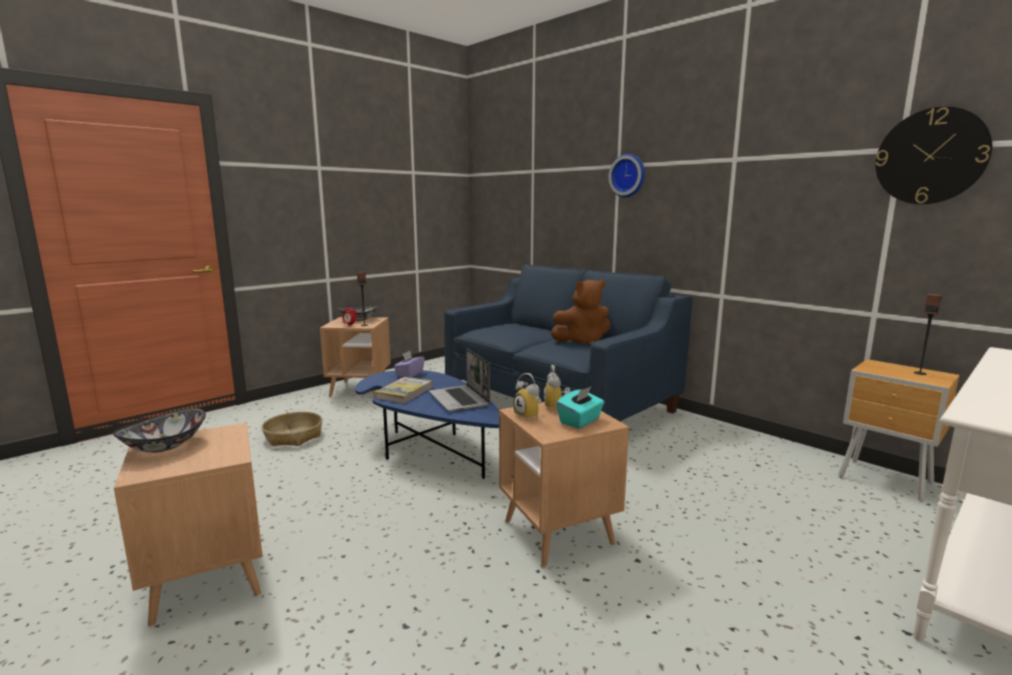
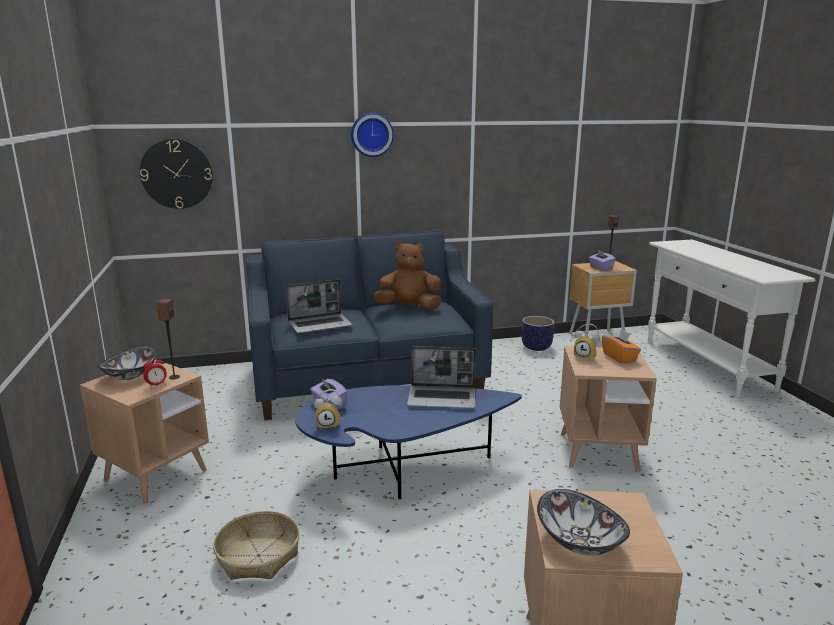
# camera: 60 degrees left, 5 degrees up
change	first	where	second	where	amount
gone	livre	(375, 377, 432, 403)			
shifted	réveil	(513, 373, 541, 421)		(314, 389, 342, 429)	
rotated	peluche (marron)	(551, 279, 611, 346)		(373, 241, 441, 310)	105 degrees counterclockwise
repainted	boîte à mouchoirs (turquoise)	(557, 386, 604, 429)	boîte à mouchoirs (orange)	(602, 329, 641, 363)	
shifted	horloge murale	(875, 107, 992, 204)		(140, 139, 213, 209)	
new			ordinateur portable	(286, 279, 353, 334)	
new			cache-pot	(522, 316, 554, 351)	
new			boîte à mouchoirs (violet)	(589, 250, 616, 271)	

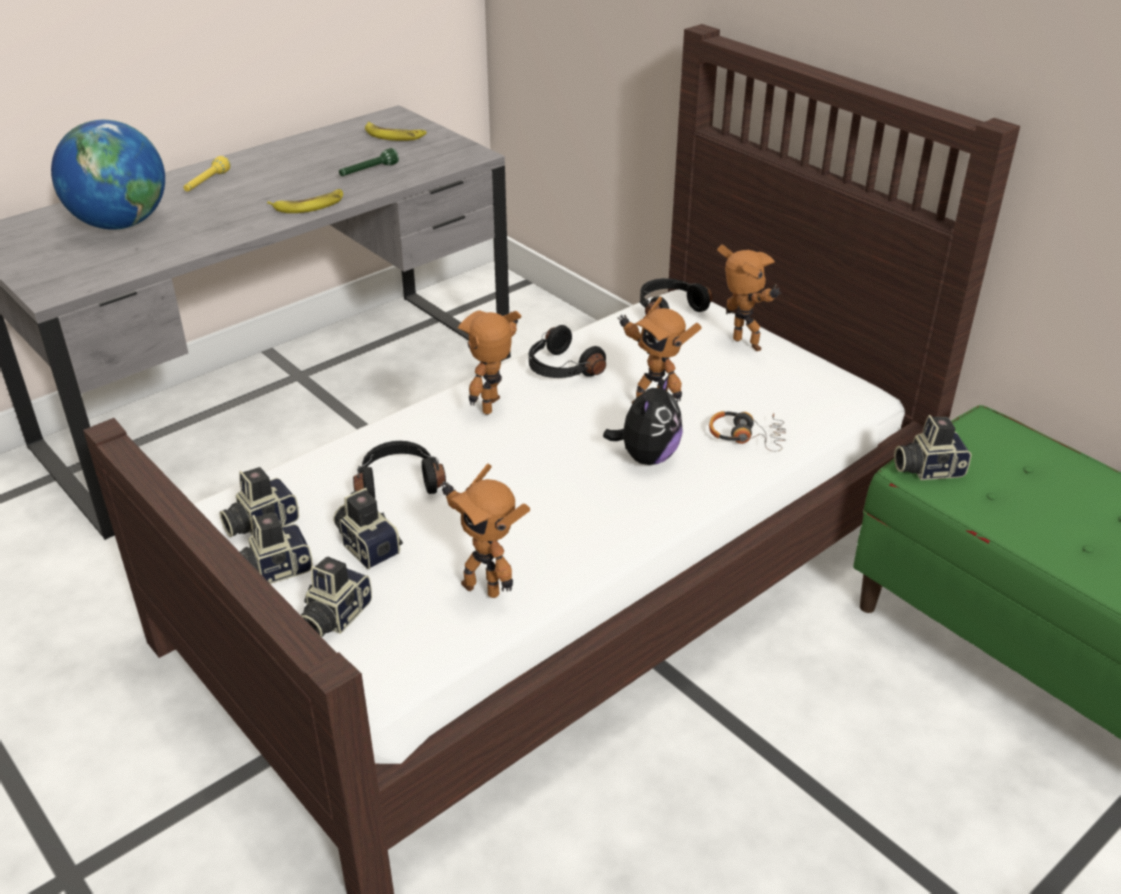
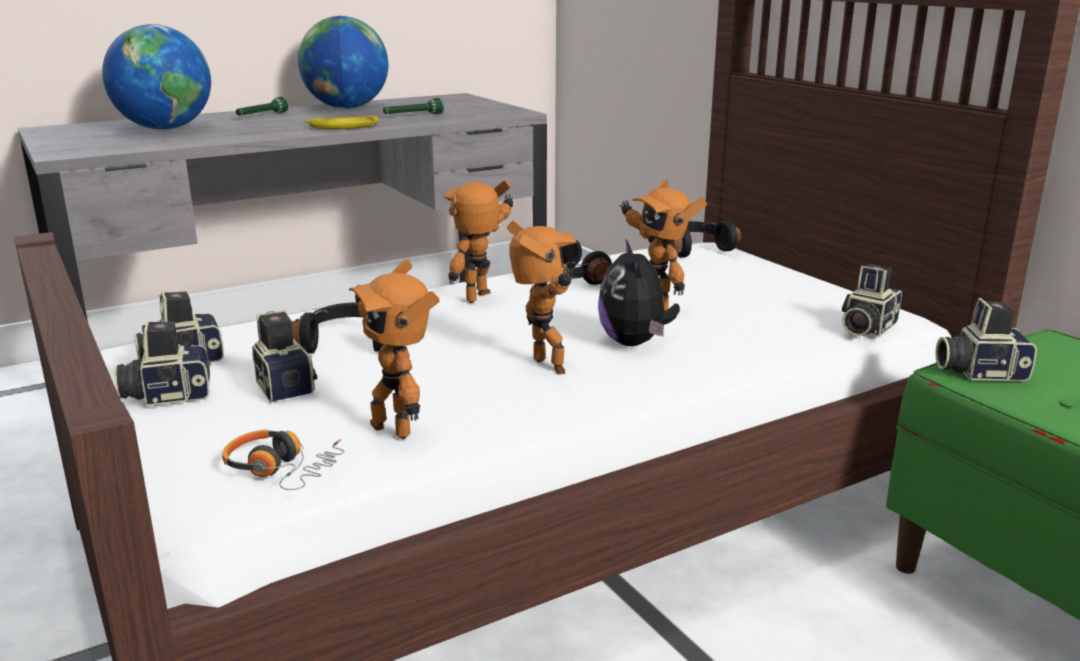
# camera: 10 degrees right, 15 degrees down
change	first	where	second	where	amount
repainted	lampe de poche (jaune)	(183, 156, 231, 192)	lampe de poche (vert)	(236, 97, 289, 116)	
shifted	appareil photo	(301, 556, 372, 637)		(842, 264, 902, 337)	
gone	banane	(365, 122, 427, 141)			
rotated	peluche	(603, 375, 683, 465)		(598, 238, 680, 346)	135 degrees clockwise
shifted	casque audio	(709, 411, 786, 452)		(222, 430, 344, 490)	
shifted	robot jouet	(717, 245, 782, 351)		(507, 221, 577, 375)	
new			globe	(298, 16, 388, 109)	

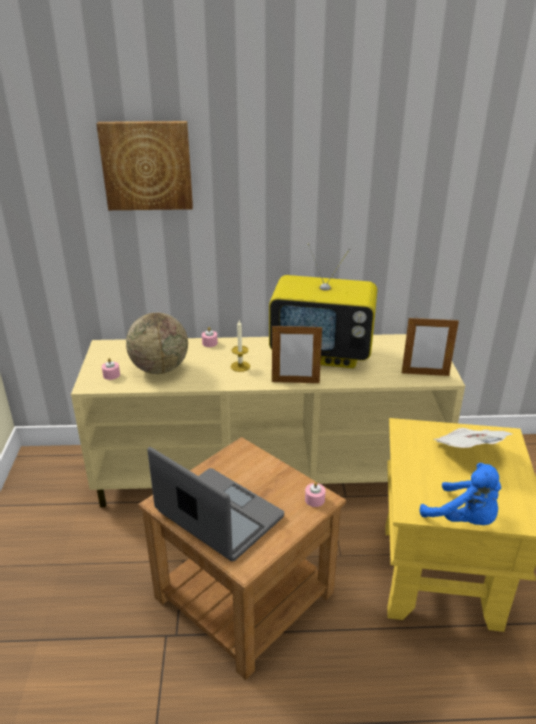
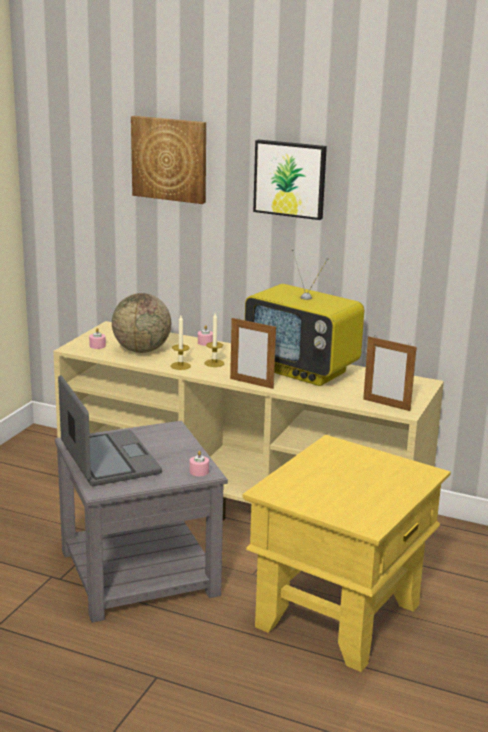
# camera: 25 degrees right, 10 degrees down
change	first	where	second	where	amount
repainted	table d'appoint (marron)	(138, 437, 346, 680)	table d'appoint (gris)	(55, 421, 228, 623)	
gone	peluche (bleu)	(420, 463, 501, 525)			
gone	journal	(433, 428, 512, 448)			
new			bougie	(171, 316, 191, 370)	
new			tableau	(253, 139, 327, 220)	

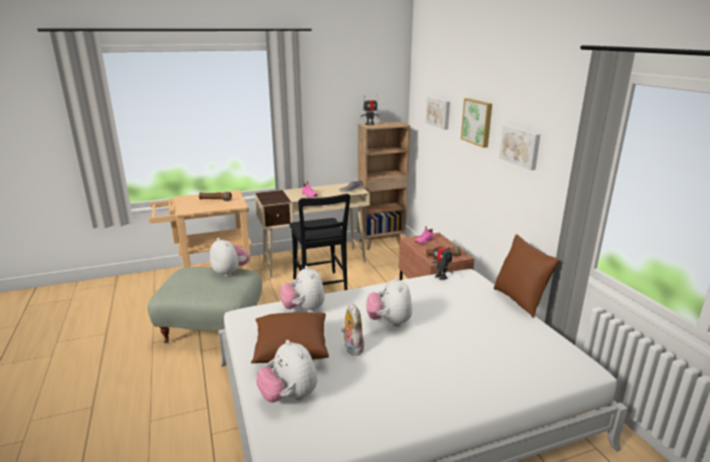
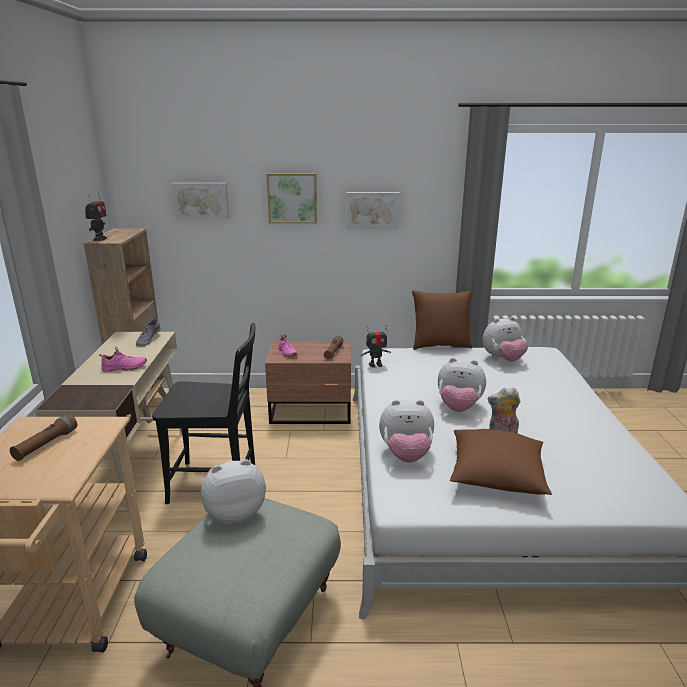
# camera: 70 degrees left, 0 degrees up
change	first	where	second	where	amount
shifted	peluche	(256, 340, 318, 403)		(482, 317, 528, 362)	

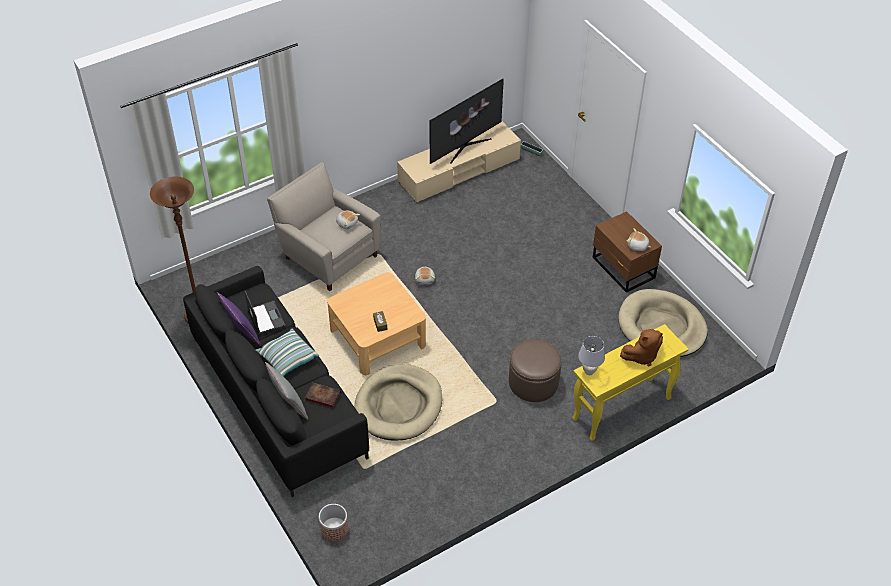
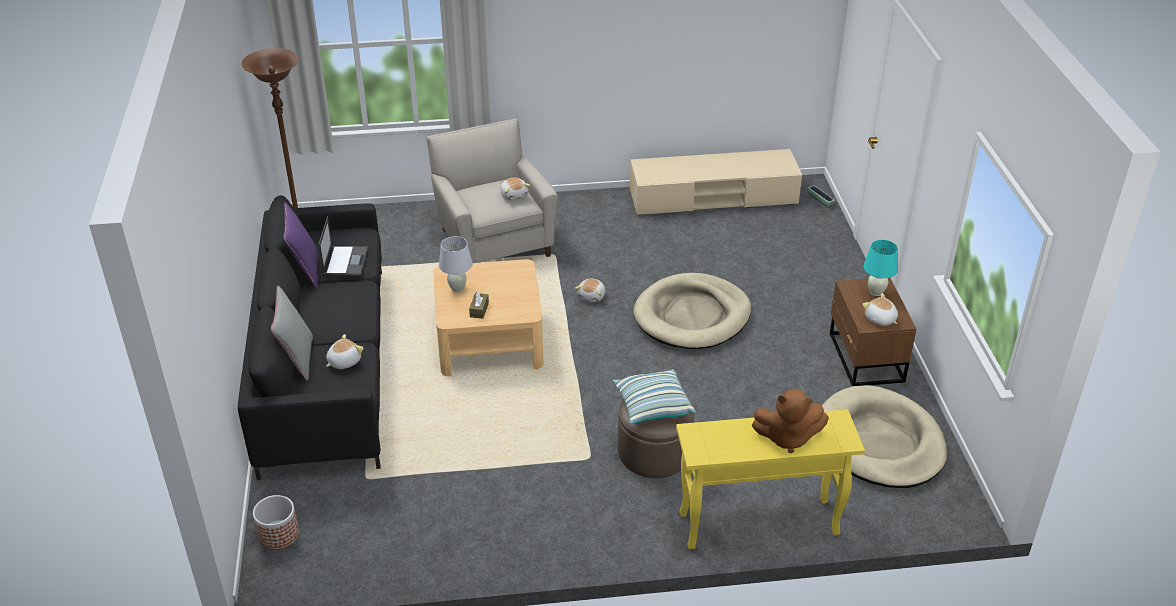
# camera: 25 degrees right, 10 degrees down
change	first	where	second	where	amount
shifted	coussin	(256, 329, 319, 376)		(613, 369, 696, 424)	
swapped	livre	(305, 382, 341, 408)	peluche	(326, 334, 364, 369)	
shifted	panier pour chien (beige)	(354, 364, 442, 441)		(633, 273, 751, 349)	
gone	téléviseur	(429, 79, 504, 164)			
shifted	lampe de table (blanc)	(578, 336, 605, 375)		(439, 236, 472, 292)	
new			lampe de table (turquoise)	(864, 240, 898, 296)	

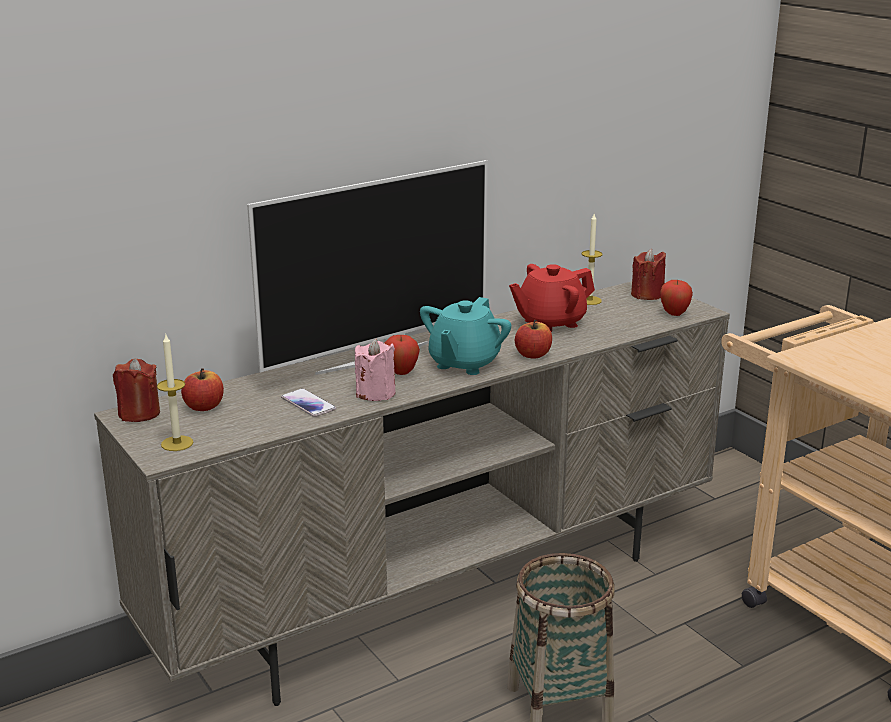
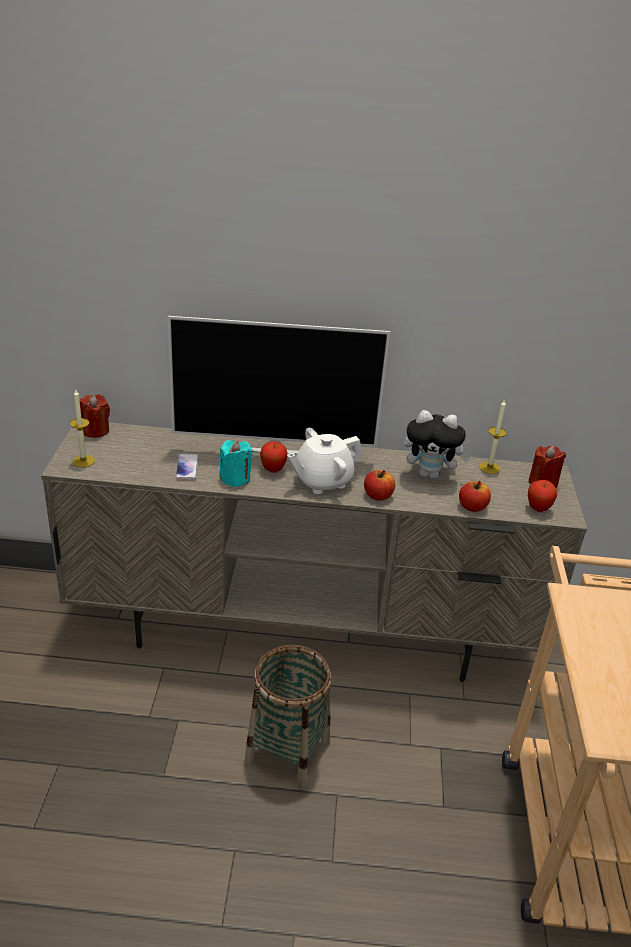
# camera: 35 degrees right, 10 degrees up
change	first	where	second	where	amount
shifted	pomme	(181, 368, 224, 411)		(459, 481, 491, 512)	
repainted	bougie (rose)	(355, 339, 395, 401)	bougie (turquoise)	(219, 440, 253, 487)	
repainted	théière (turquoise)	(420, 297, 511, 375)	théière (blanc)	(287, 428, 362, 494)	
swapped	théière (rouge)	(509, 264, 595, 332)	peluche	(404, 410, 470, 479)	

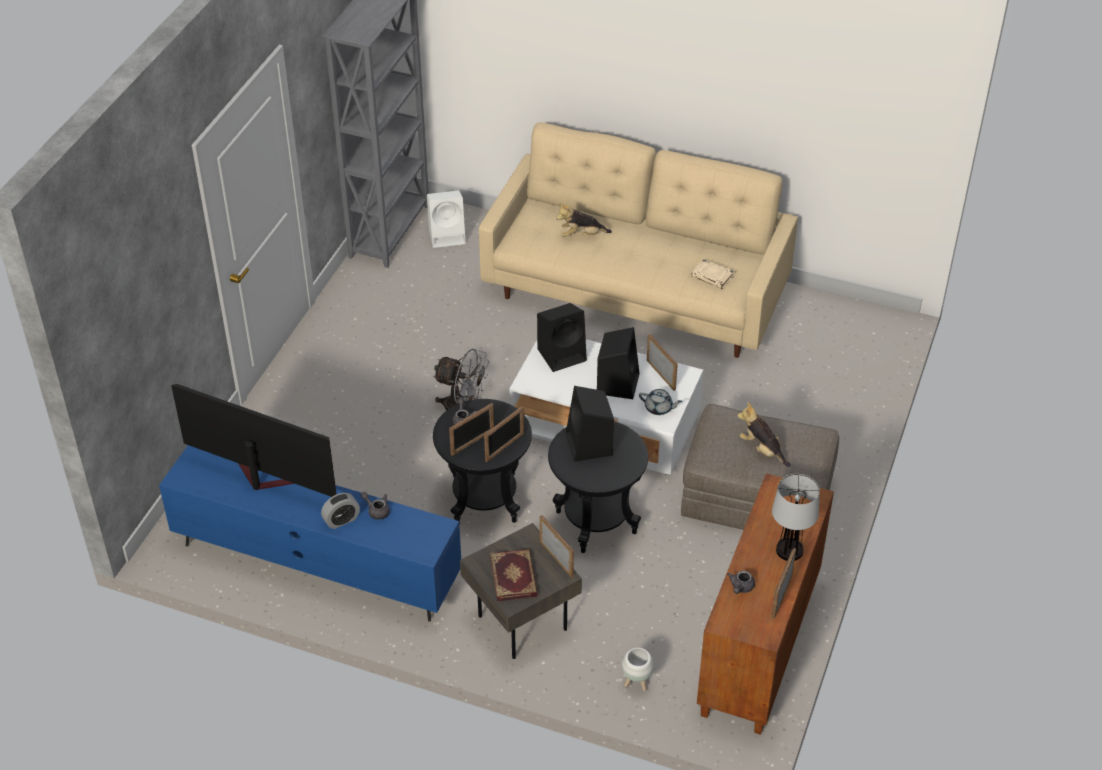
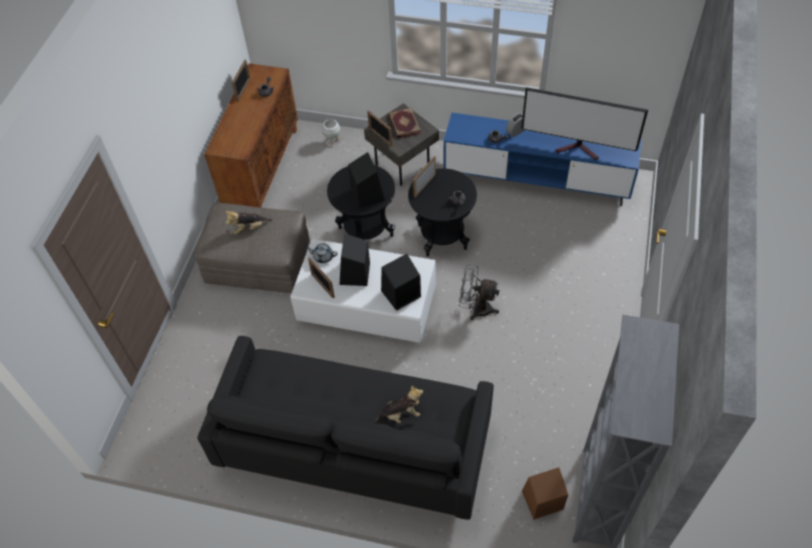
# camera: 175 degrees right, 10 degrees up
change	first	where	second	where	amount
repainted	enceinte (blanc)	(427, 191, 466, 248)	enceinte (marron)	(522, 467, 568, 520)	
gone	cadre photo	(449, 403, 494, 456)			
repainted	canapé (beige)	(479, 122, 798, 358)	canapé (noir)	(197, 336, 494, 520)	
gone	livre (beige)	(691, 259, 734, 289)			
rotated	peluche	(737, 402, 791, 467)		(225, 211, 272, 234)	120 degrees clockwise
gone	lampe de table	(772, 474, 820, 561)			

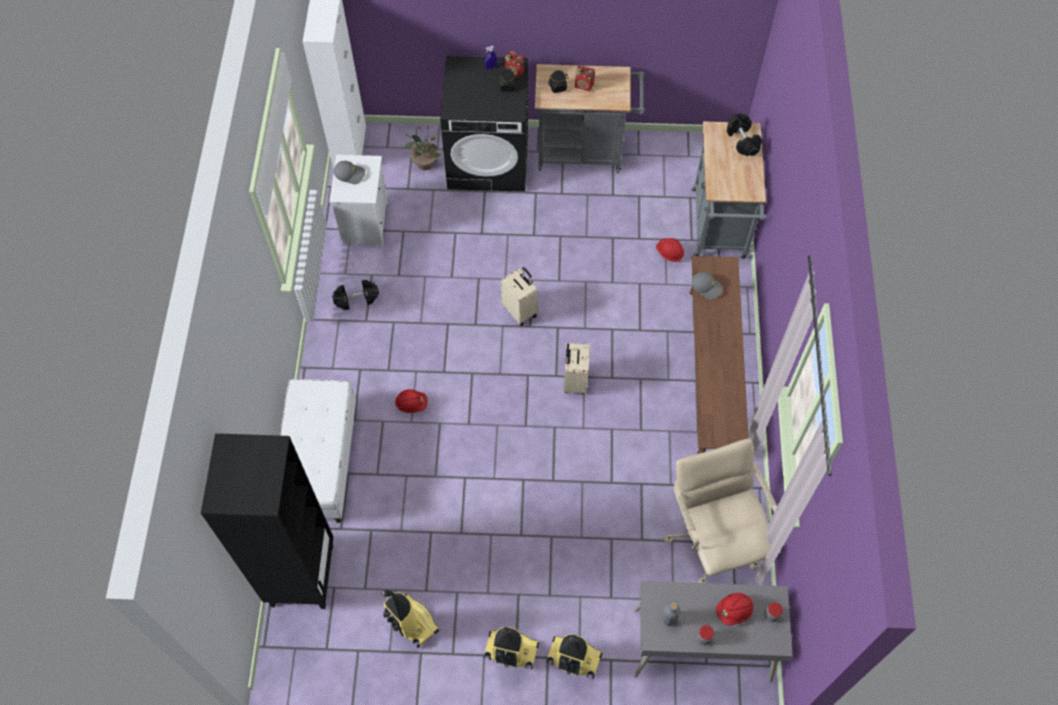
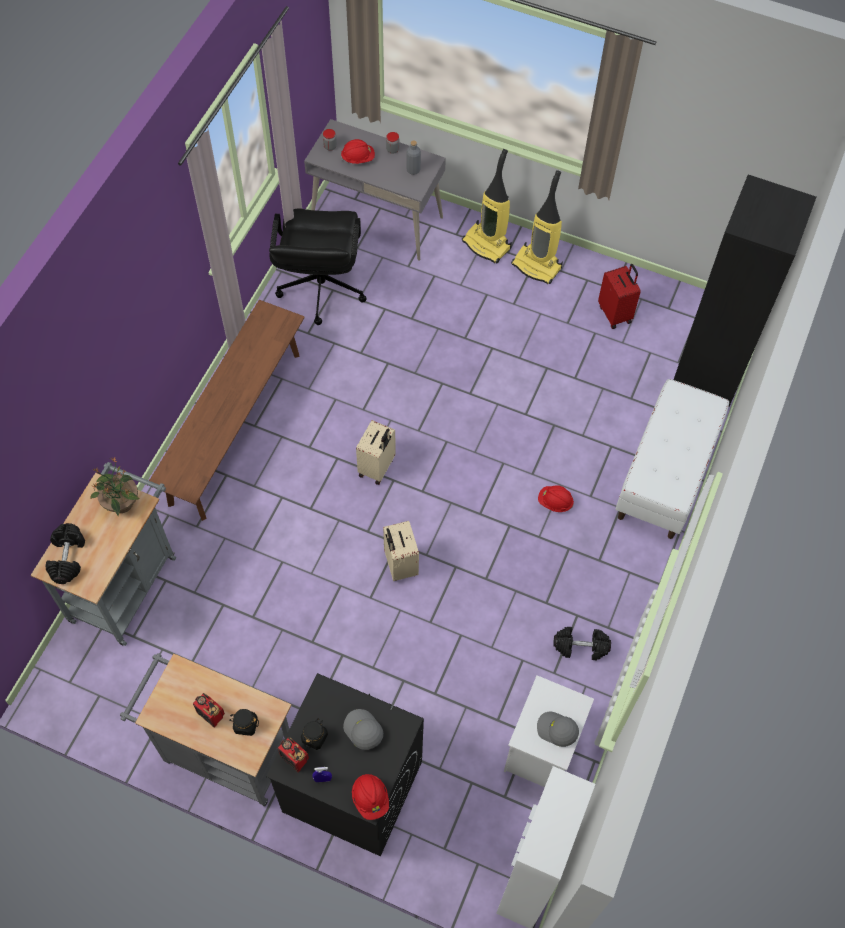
# camera: 160 degrees left, 0 degrees up
change	first	where	second	where	amount
swapped	aspirateur	(381, 590, 439, 648)	valise (rouge)	(598, 264, 641, 329)	
shifted	plante en pot	(404, 125, 441, 170)		(90, 456, 139, 516)	
shifted	casque de chantier (rouge)	(656, 238, 684, 262)		(352, 774, 389, 820)	
repainted	chaise de bureau (beige)	(664, 439, 781, 583)	chaise de bureau (noir)	(269, 209, 367, 325)	
shifted	casquette (gris)	(692, 272, 723, 300)		(343, 709, 383, 750)	

